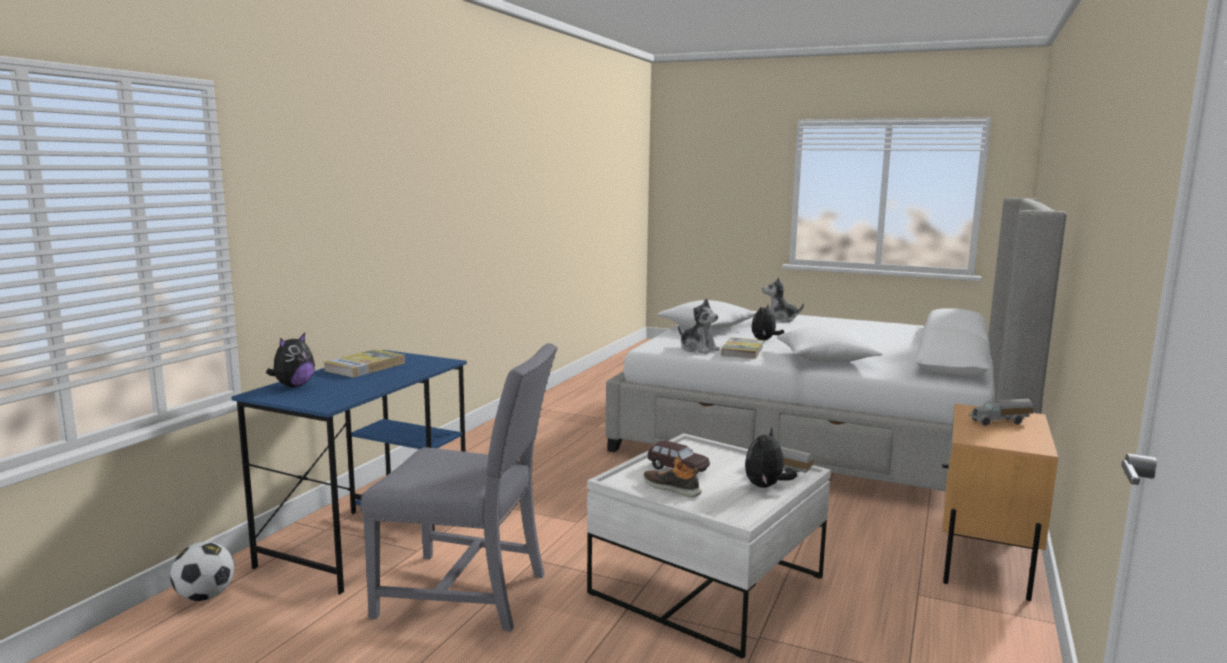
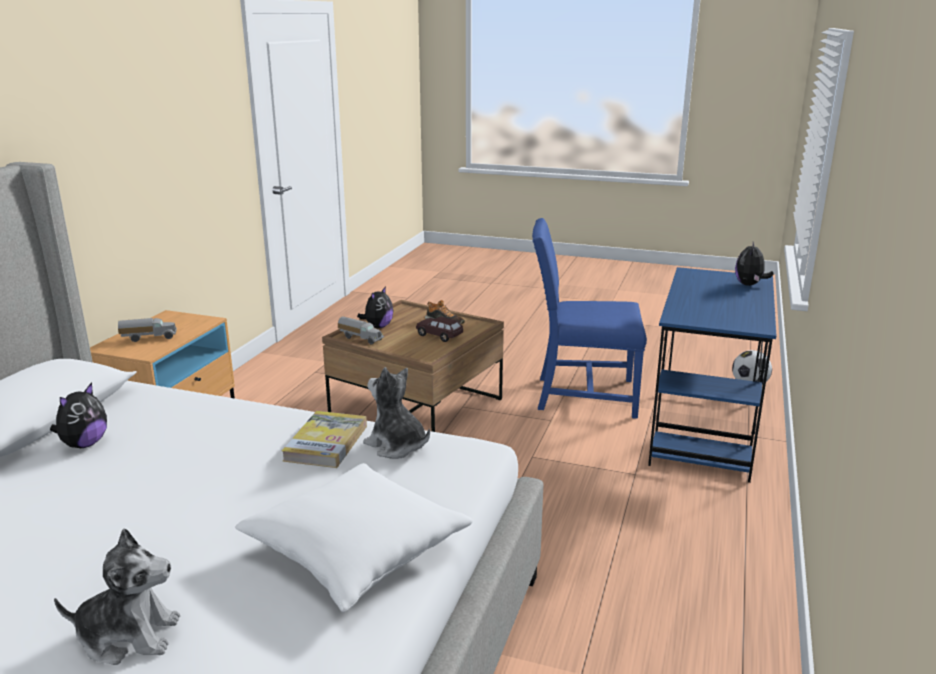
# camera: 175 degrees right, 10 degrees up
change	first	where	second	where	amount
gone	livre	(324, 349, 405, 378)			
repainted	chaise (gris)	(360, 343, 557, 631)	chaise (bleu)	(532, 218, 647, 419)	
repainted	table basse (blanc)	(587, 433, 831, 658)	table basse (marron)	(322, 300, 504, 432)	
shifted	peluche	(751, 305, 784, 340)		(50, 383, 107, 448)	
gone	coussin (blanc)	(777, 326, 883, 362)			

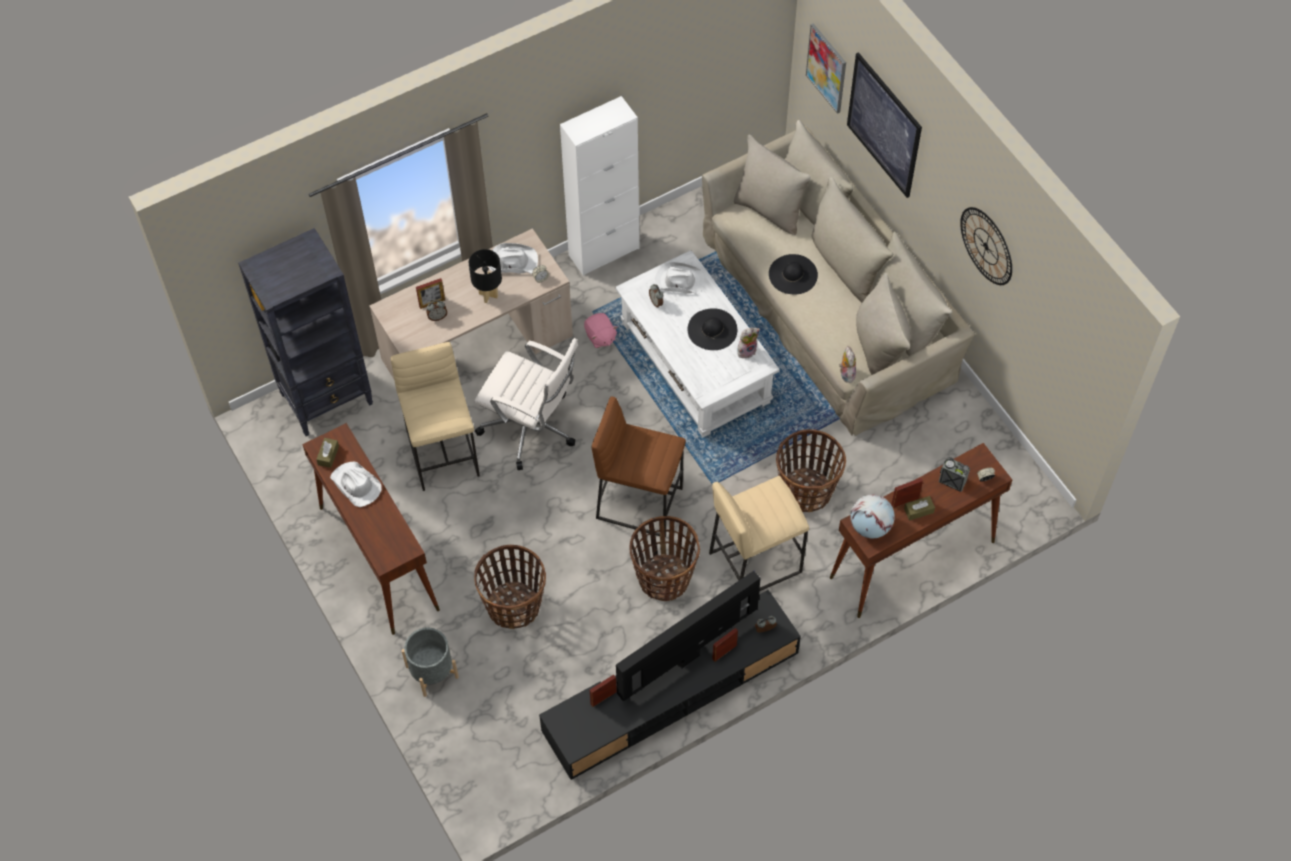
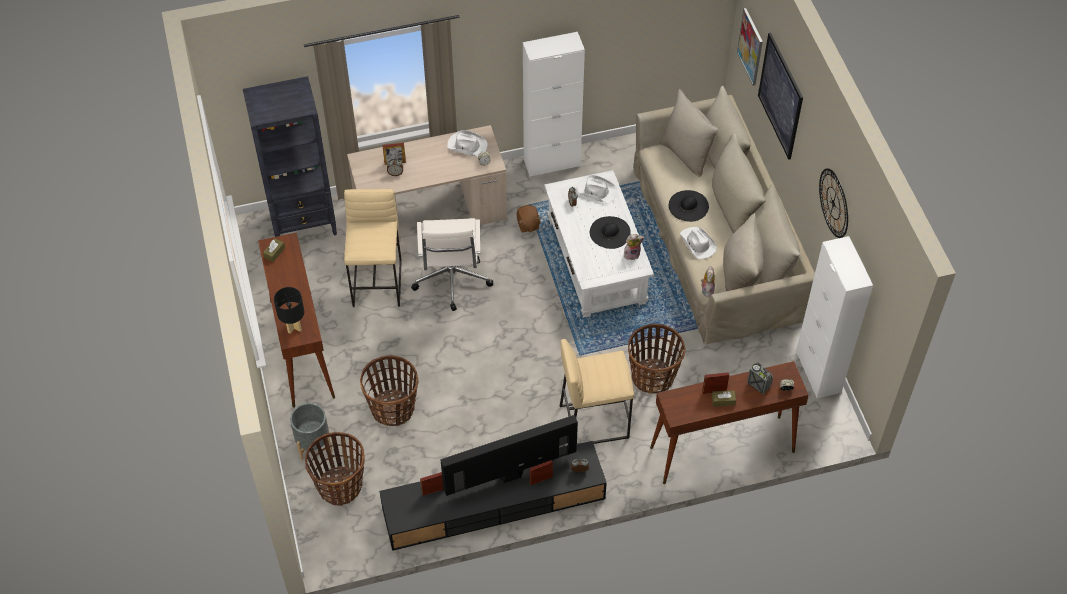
# camera: 15 degrees right, 5 degrees down
change	first	where	second	where	amount
shifted	chapeau (blanc)	(330, 462, 382, 507)		(680, 227, 717, 259)	
shifted	lampe de table (noir)	(469, 249, 502, 303)		(274, 287, 304, 334)	
rotated	chaise de bureau (blanc)	(474, 338, 578, 470)		(411, 218, 493, 311)	45 degrees clockwise
repainted	peluche (rose)	(584, 313, 617, 348)	peluche (marron)	(517, 205, 542, 232)	
gone	tabouret (marron)	(592, 396, 686, 538)			
shifted	panier	(630, 516, 700, 601)		(305, 432, 365, 506)	
gone	globe	(850, 494, 895, 538)			
new			meuble de rangement (blanc)	(796, 236, 873, 398)	

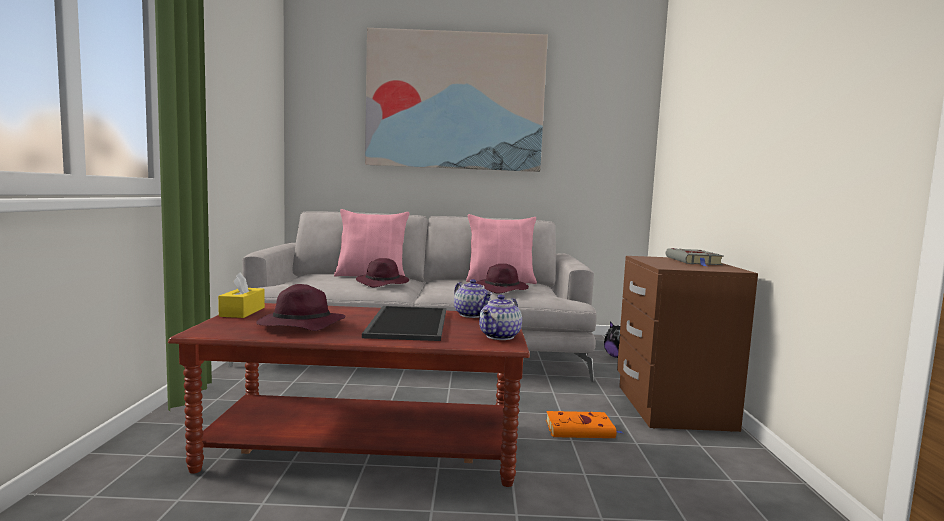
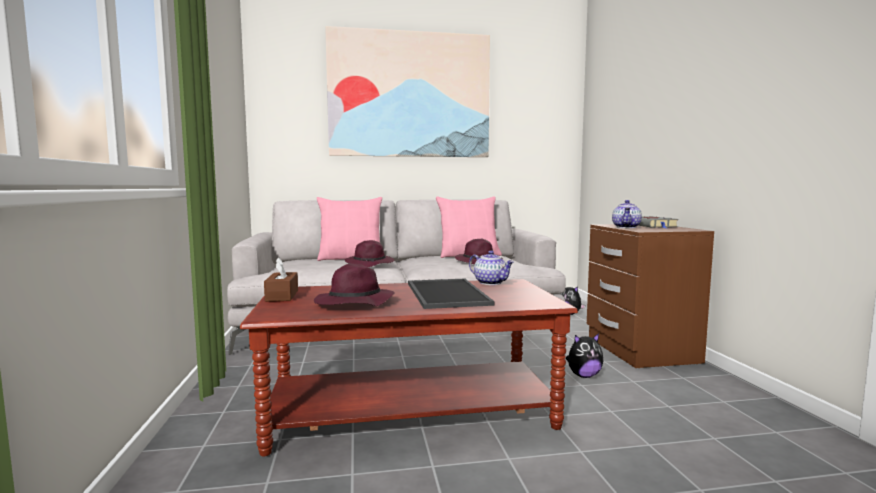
# camera: 10 degrees left, 0 degrees up
change	first	where	second	where	amount
repainted	boîte à mouchoirs (jaune)	(218, 272, 265, 318)	boîte à mouchoirs (marron)	(264, 257, 298, 302)	
shifted	théière	(479, 295, 522, 340)		(612, 200, 642, 228)	
swapped	livre (orange)	(546, 411, 622, 438)	peluche	(566, 333, 603, 378)	

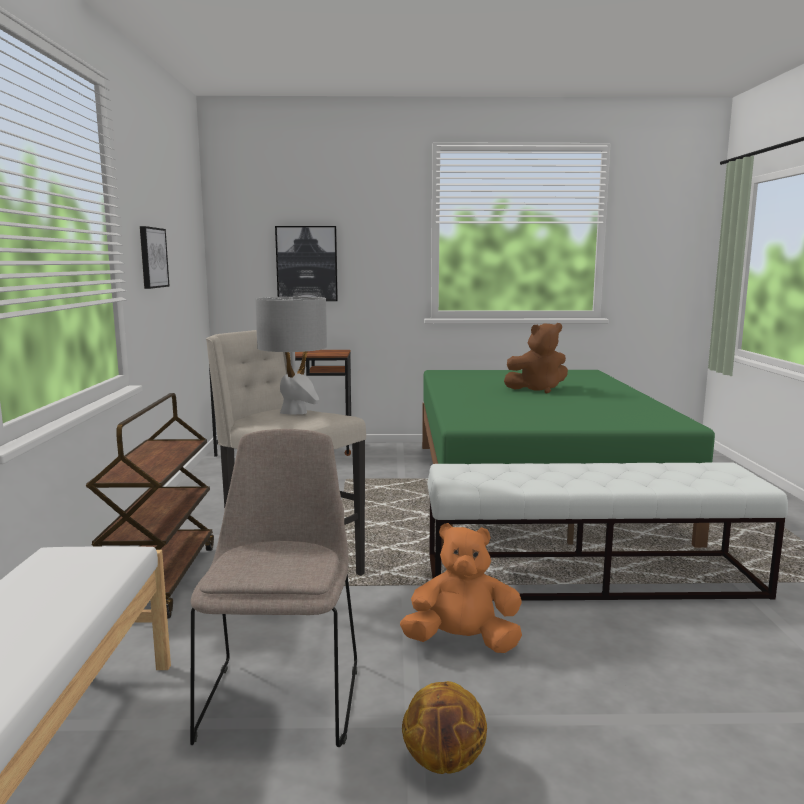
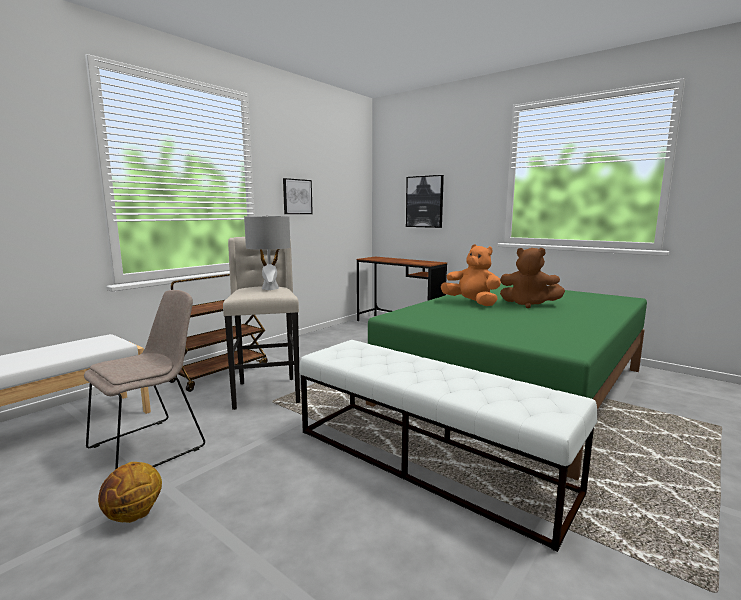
# camera: 40 degrees right, 0 degrees up
change	first	where	second	where	amount
shifted	peluche (orange)	(400, 523, 522, 653)		(441, 244, 501, 306)	

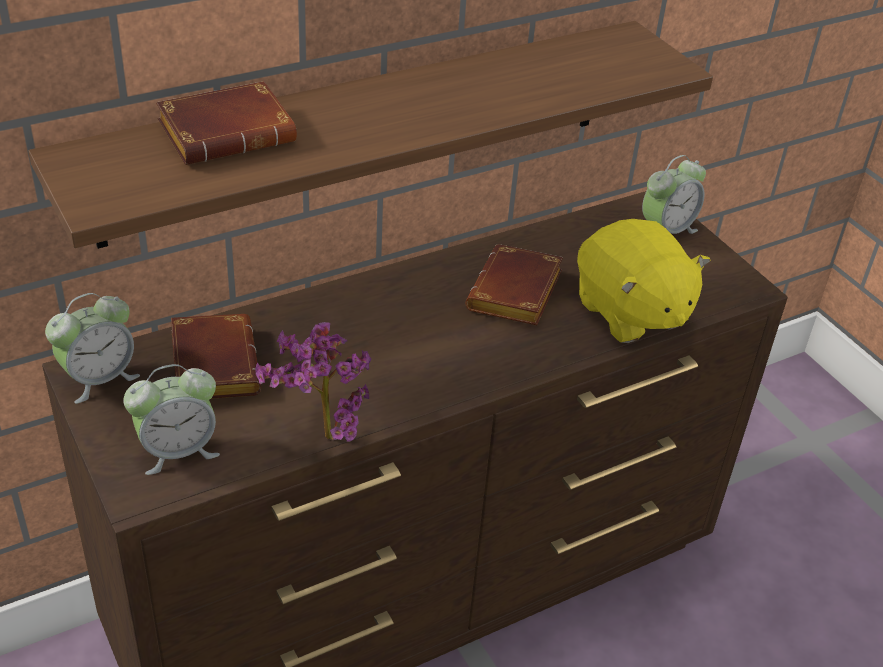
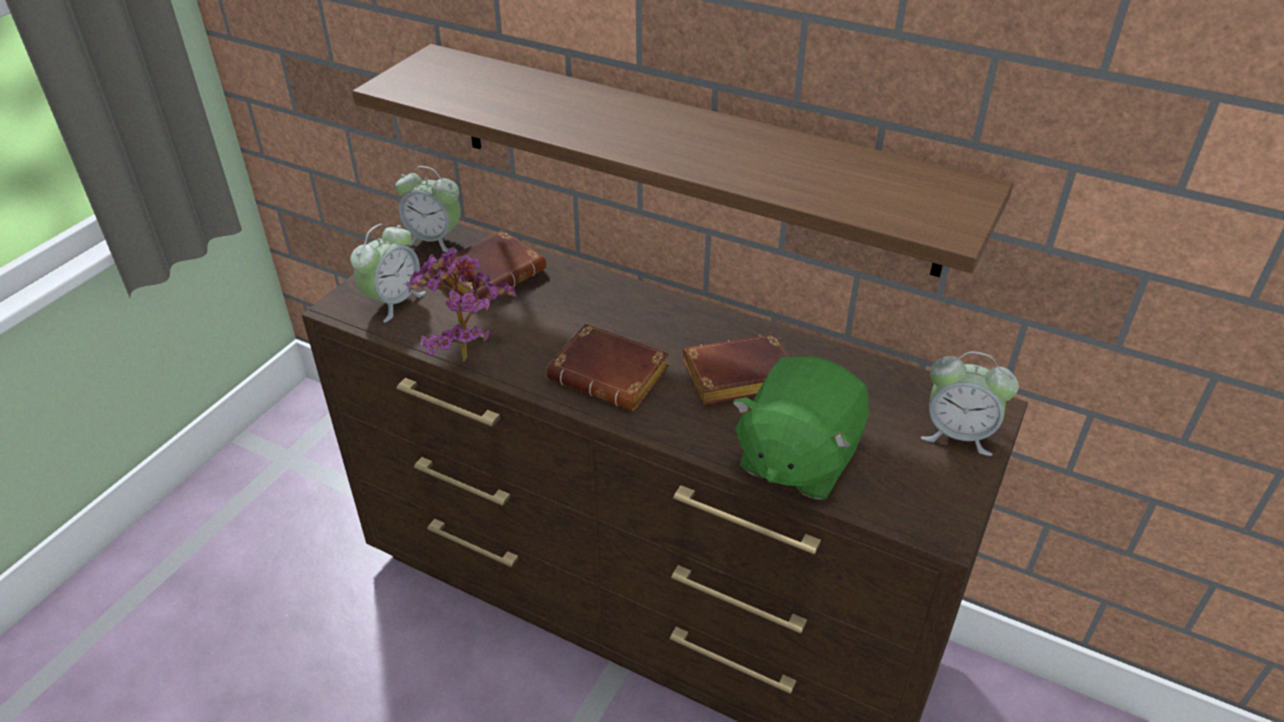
# camera: 60 degrees right, 0 degrees up
change	first	where	second	where	amount
rotated	réveil	(123, 364, 220, 475)		(350, 224, 426, 322)	90 degrees counterclockwise
shifted	livre (marron)	(156, 81, 297, 165)		(546, 323, 669, 411)	
repainted	peluche (jaune)	(577, 219, 710, 343)	peluche (vert)	(732, 356, 869, 500)	

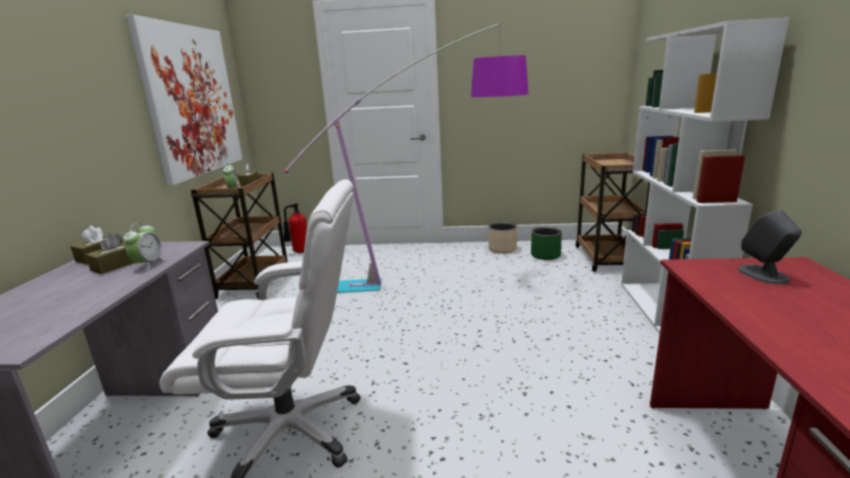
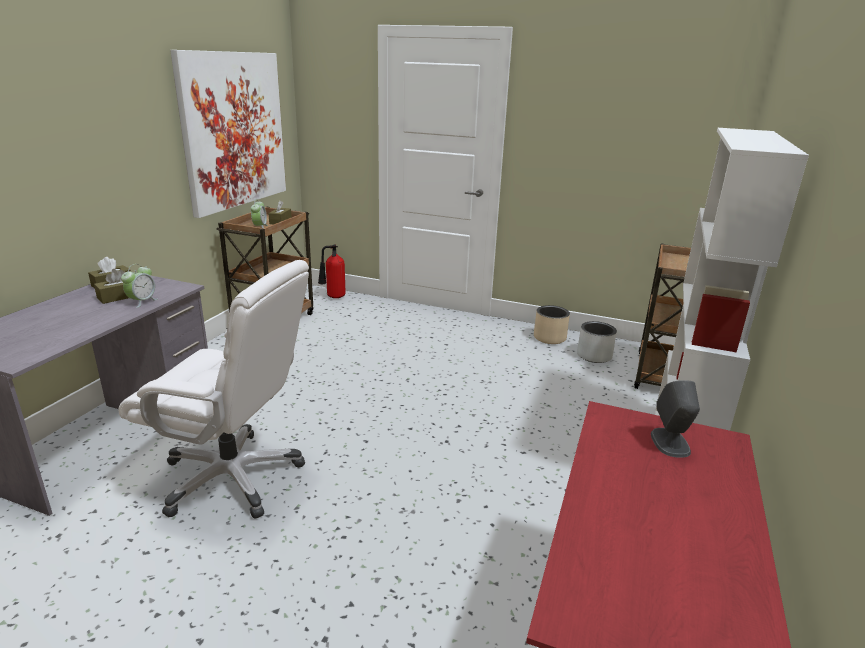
# camera: 15 degrees right, 5 degrees up
change	first	where	second	where	amount
gone	lampadaire	(284, 23, 528, 293)			
repainted	cache-pot (vert)	(531, 227, 562, 260)	cache-pot (gris)	(577, 321, 617, 363)	

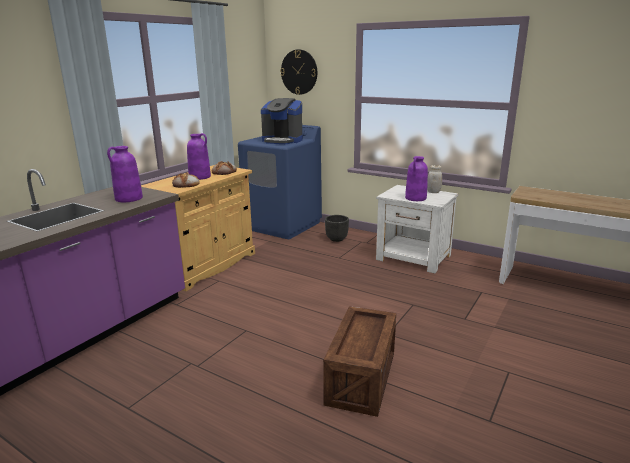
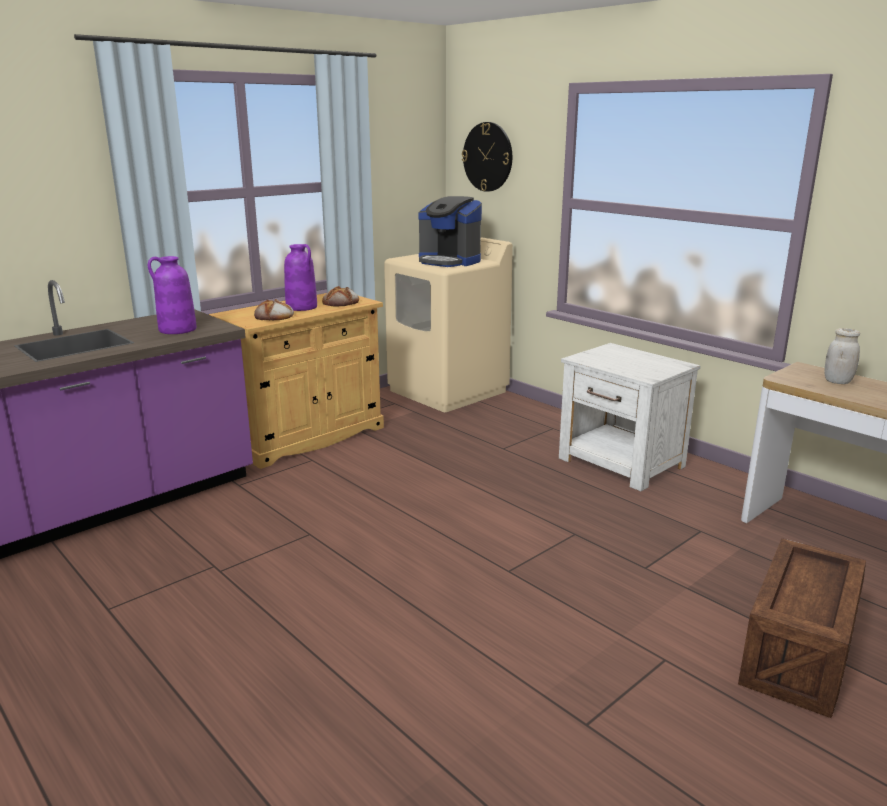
# camera: 15 degrees right, 0 degrees up
change	first	where	second	where	amount
repainted	lave-linge (bleu)	(238, 125, 322, 239)	lave-linge (beige)	(384, 237, 513, 412)	
shifted	caisse	(323, 306, 396, 417)		(738, 538, 866, 718)	
gone	cache-pot (noir)	(325, 215, 349, 242)			
gone	vase (violet)	(405, 156, 428, 201)			
shifted	bocal (blanc)	(427, 165, 442, 193)		(824, 328, 860, 384)	

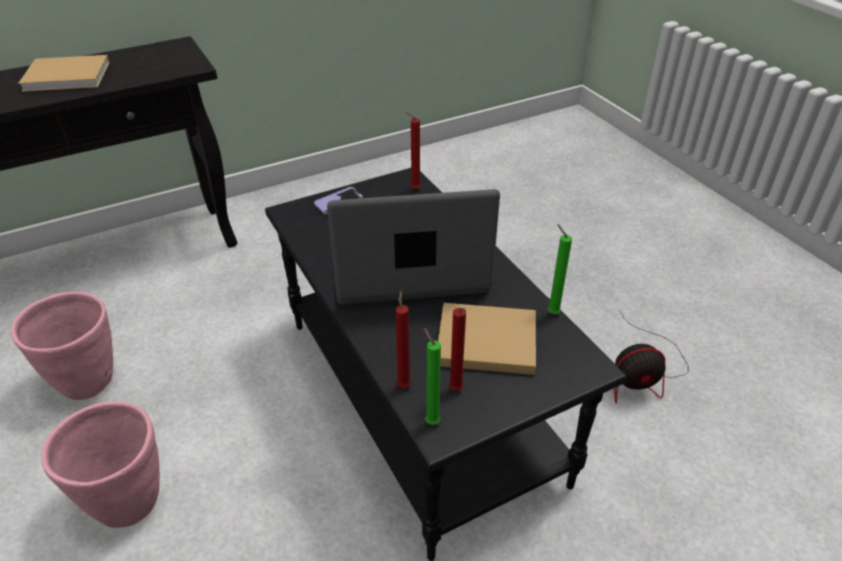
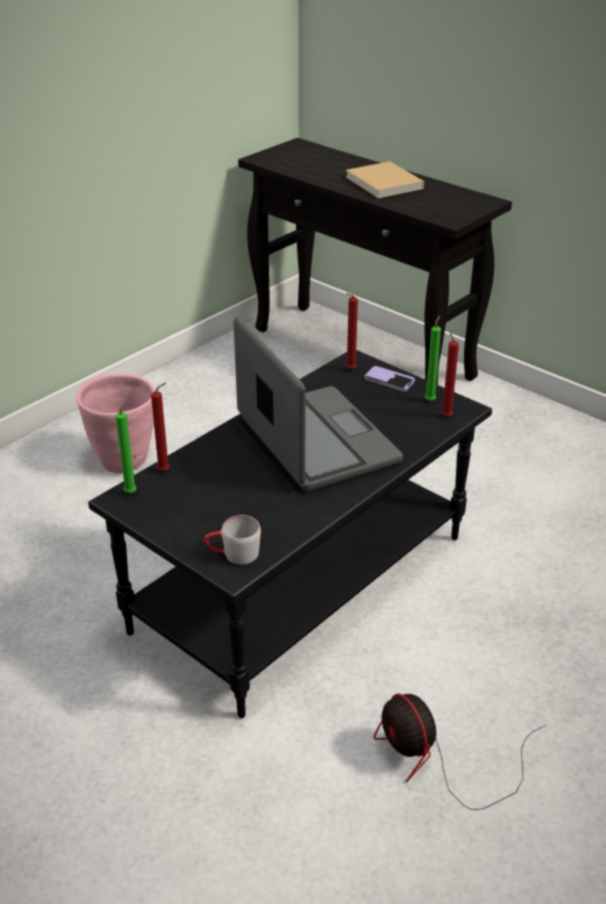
# camera: 70 degrees right, 5 degrees down
change	first	where	second	where	amount
gone	cache-pot (rose)	(11, 292, 113, 400)			
gone	livre (beige)	(438, 303, 536, 375)			
shifted	bougie (rouge)	(449, 308, 466, 391)		(346, 293, 358, 370)	
shifted	bougie (vert)	(548, 224, 572, 314)		(425, 315, 441, 401)	
new			mug (gris)	(204, 515, 261, 565)	

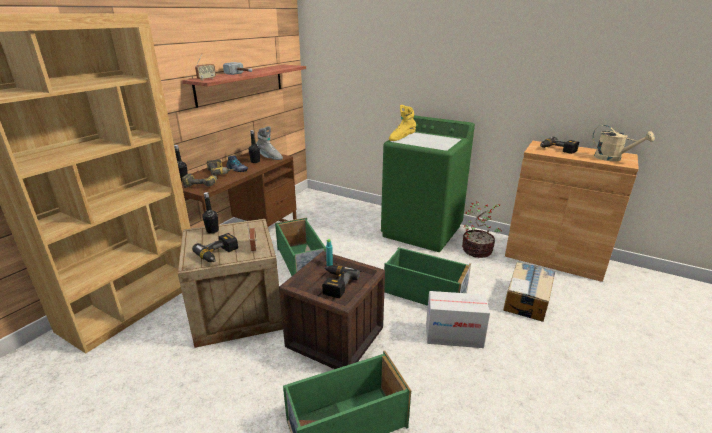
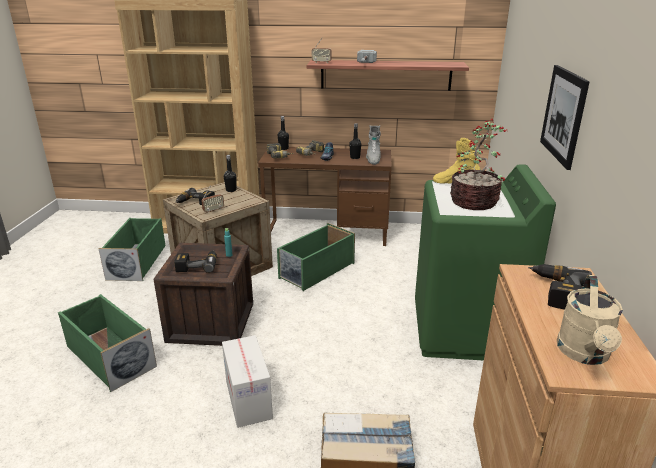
# camera: 65 degrees right, 0 degrees up
change	first	where	second	where	amount
shifted	boîte de rangement (vert)	(384, 247, 471, 306)		(98, 218, 166, 281)	
shifted	plante en pot	(462, 201, 502, 258)		(450, 119, 507, 210)	
new			tableau	(540, 65, 590, 170)	

